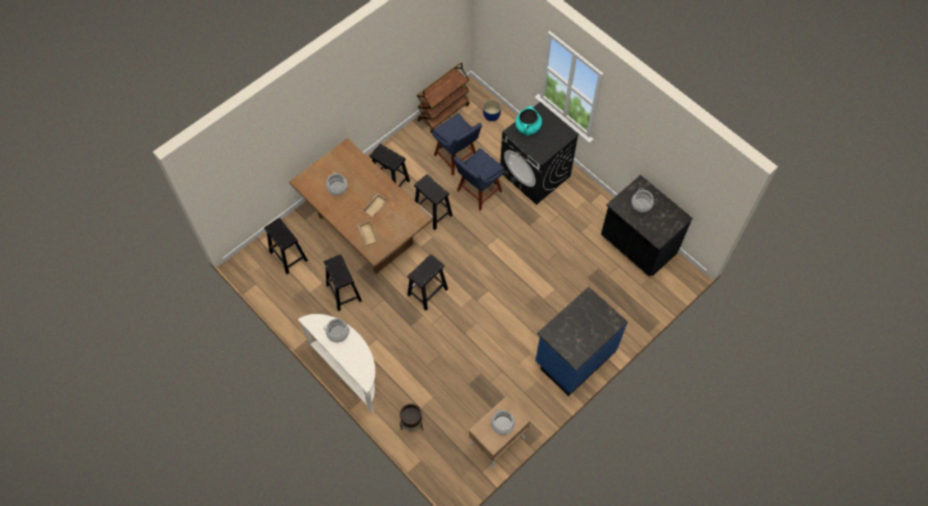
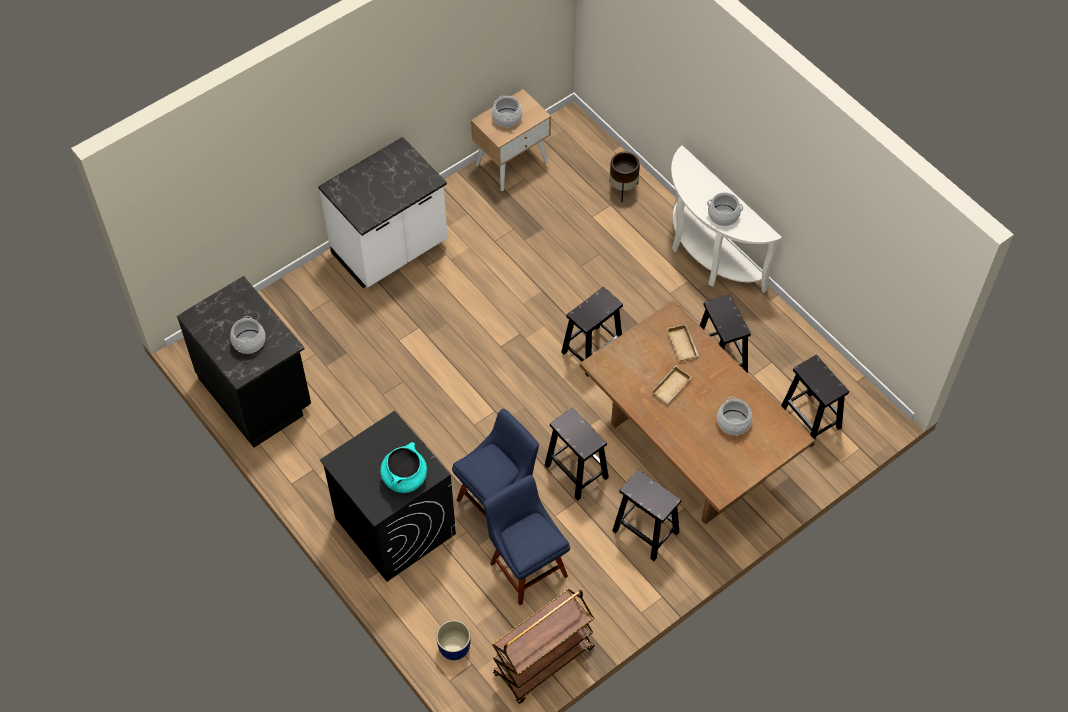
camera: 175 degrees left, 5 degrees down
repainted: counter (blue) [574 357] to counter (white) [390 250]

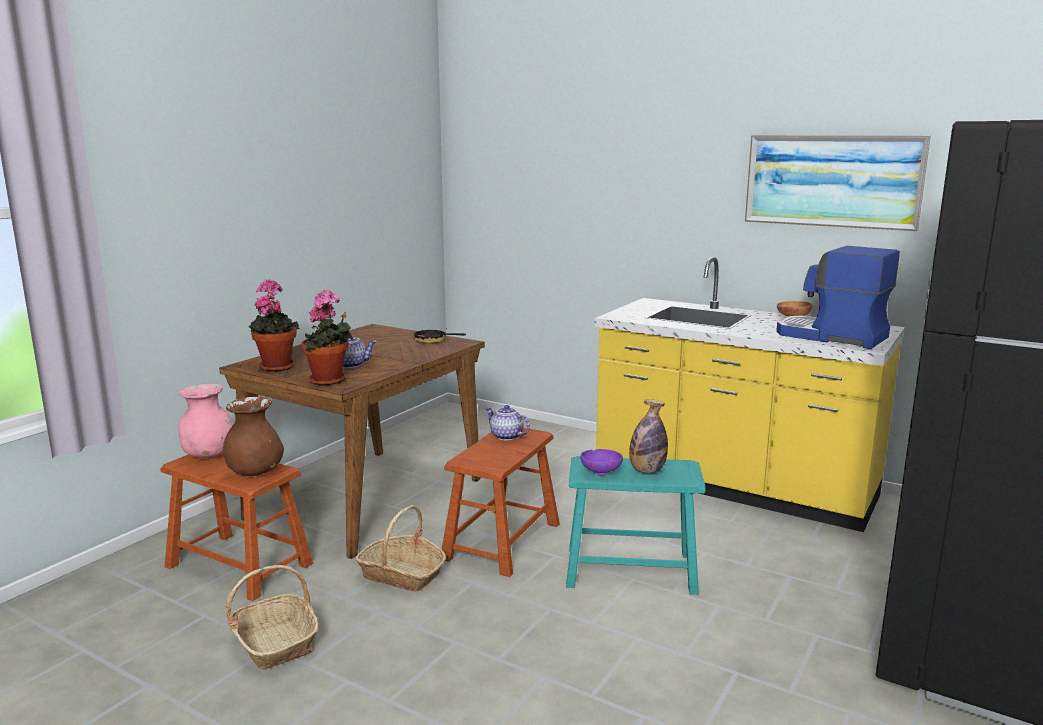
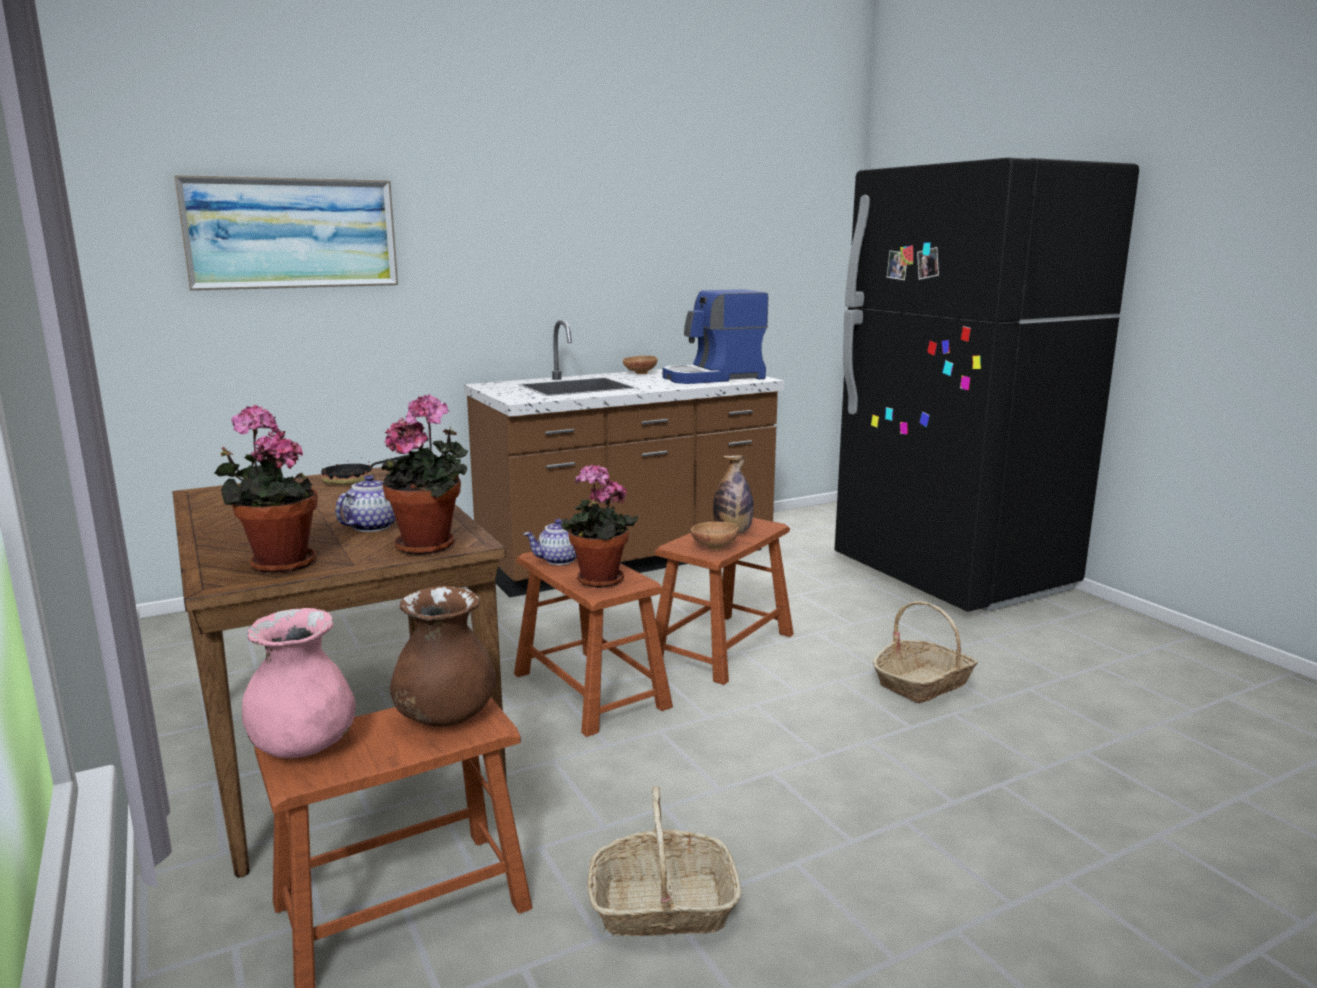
camera: 60 degrees left, 0 degrees up
new: potted plant [598 581]
shifted: wall art [832 181] to [292 233]; storage basket [402 574] to [923 683]
repainted: counter (yellow) [733 486] to counter (brownish) [627 561]; serving bowl (purplish) [601 472] to serving bowl (brownish) [713 547]; sitting stool (turquoise-coloured) [630 569] to sitting stool (brownish) [723 647]

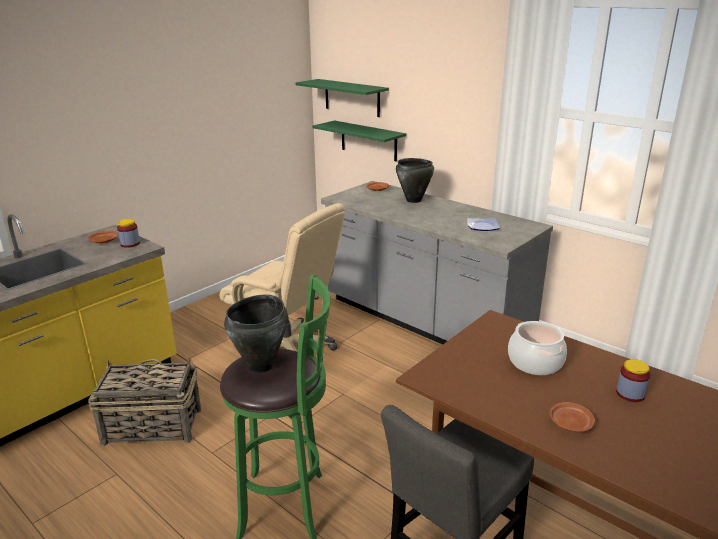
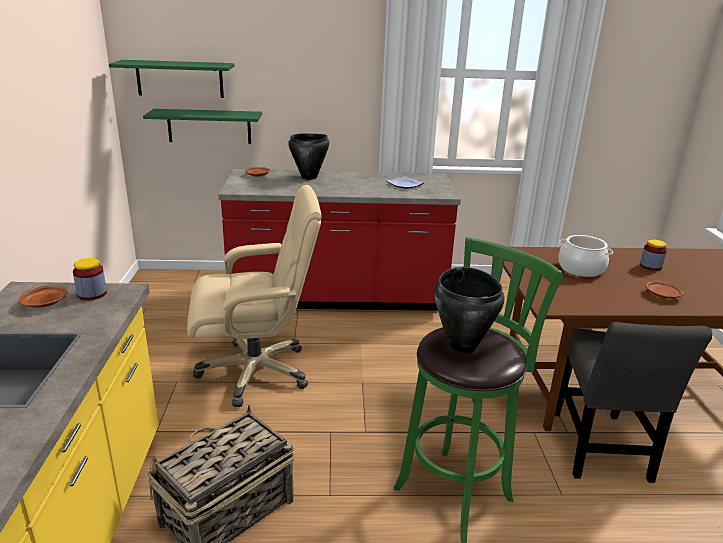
camera: 45 degrees left, 0 degrees up
repainted: counter (grey) [424 322] to counter (reddish) [338 298]

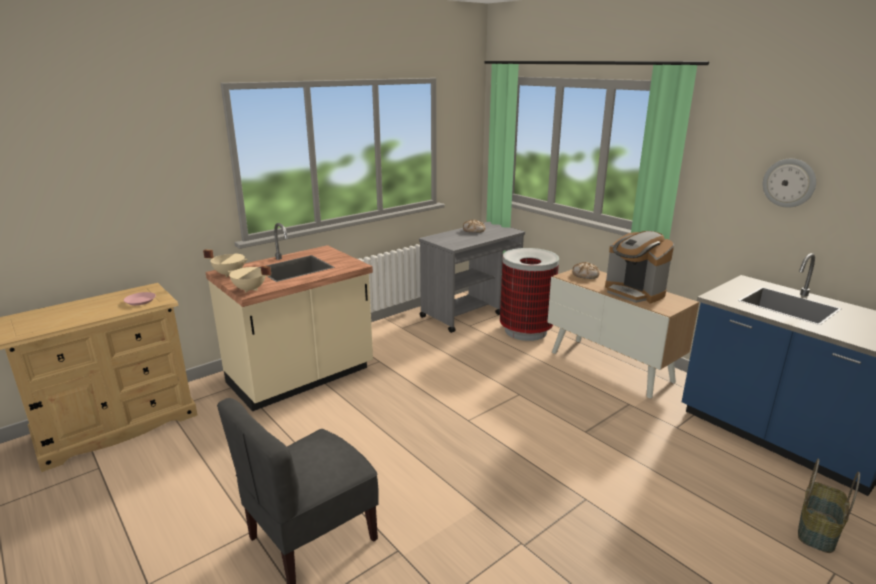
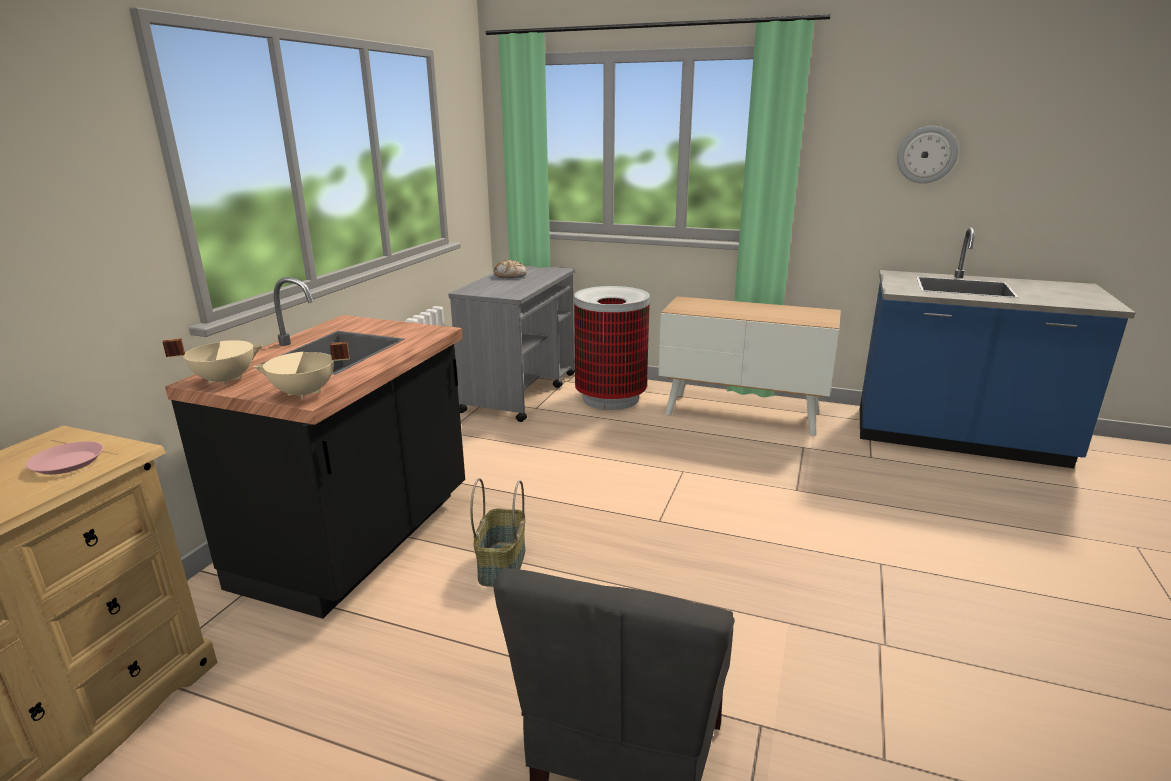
camera: 30 degrees left, 0 degrees up
gone: coffee machine [634 292]; bread [585 275]
shifted: storage basket [816 529] to [501 564]
repainted: counter (beige-coloured) [301 377] to counter (black-coloured) [359 540]

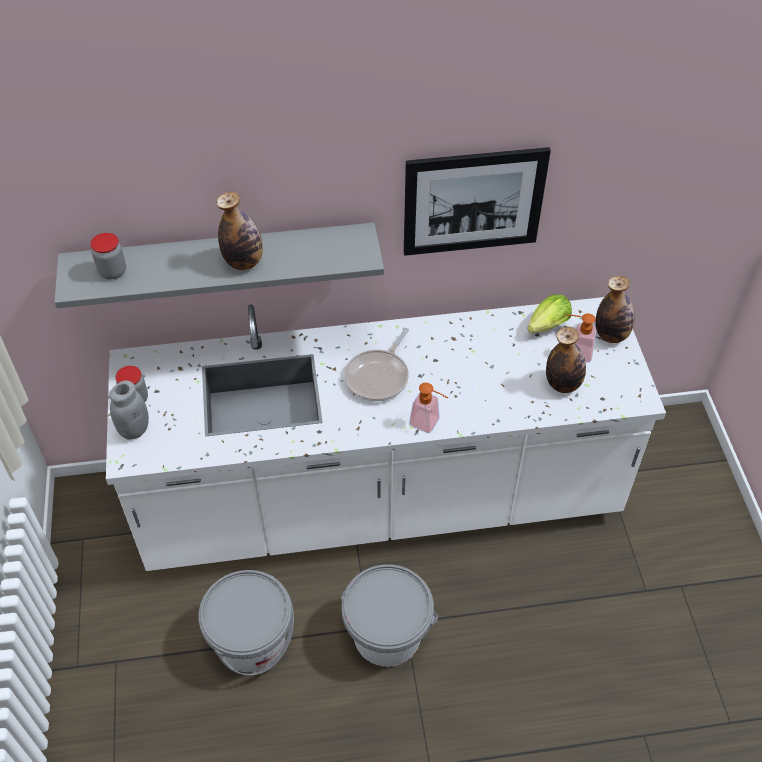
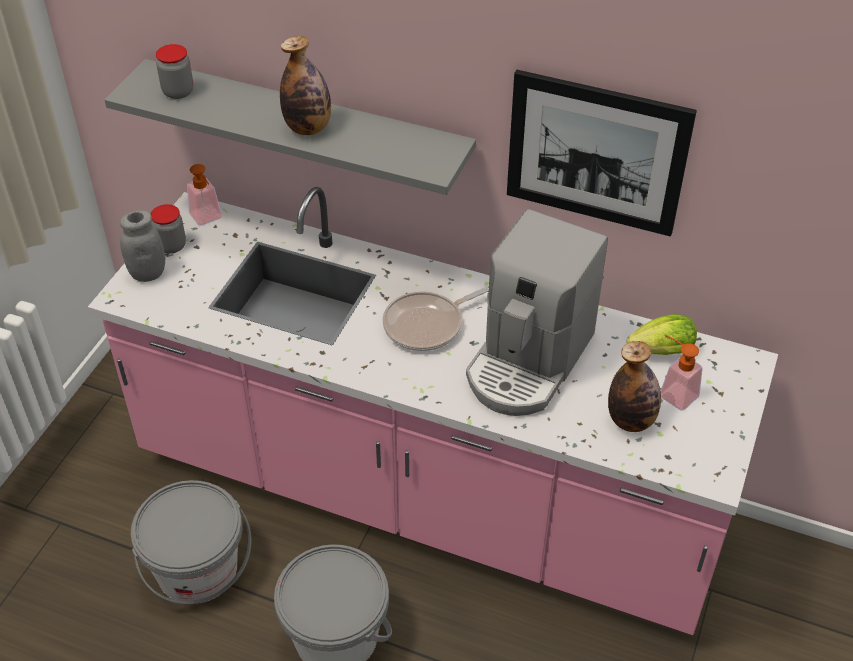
camera: 30 degrees right, 5 degrees down
gone: bottle [611 335]
new: coffee machine [528 361]
shifted: liquid soap bottle [429 424] to [208 219]
repainted: counter (white) [381 501] to counter (pink-coloured) [426 495]

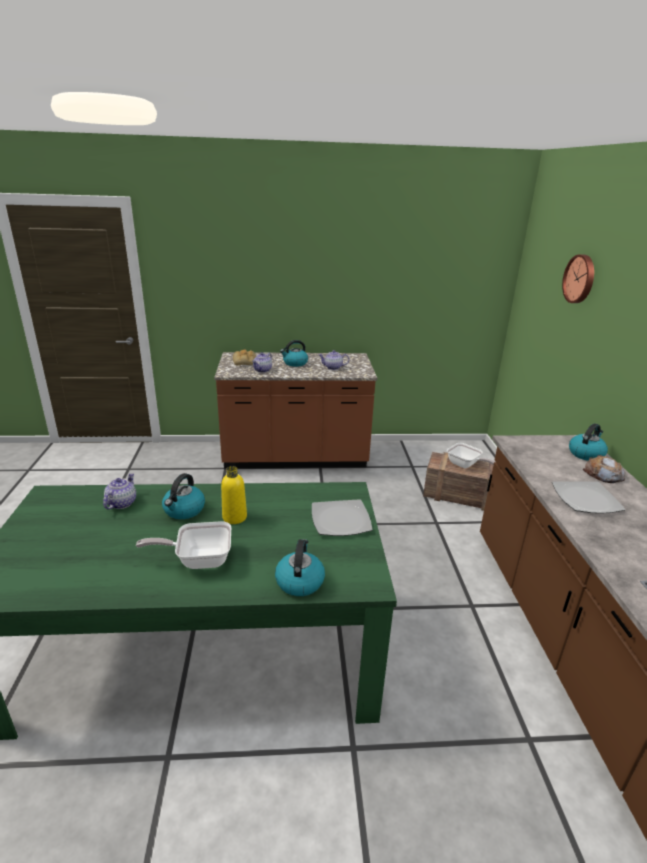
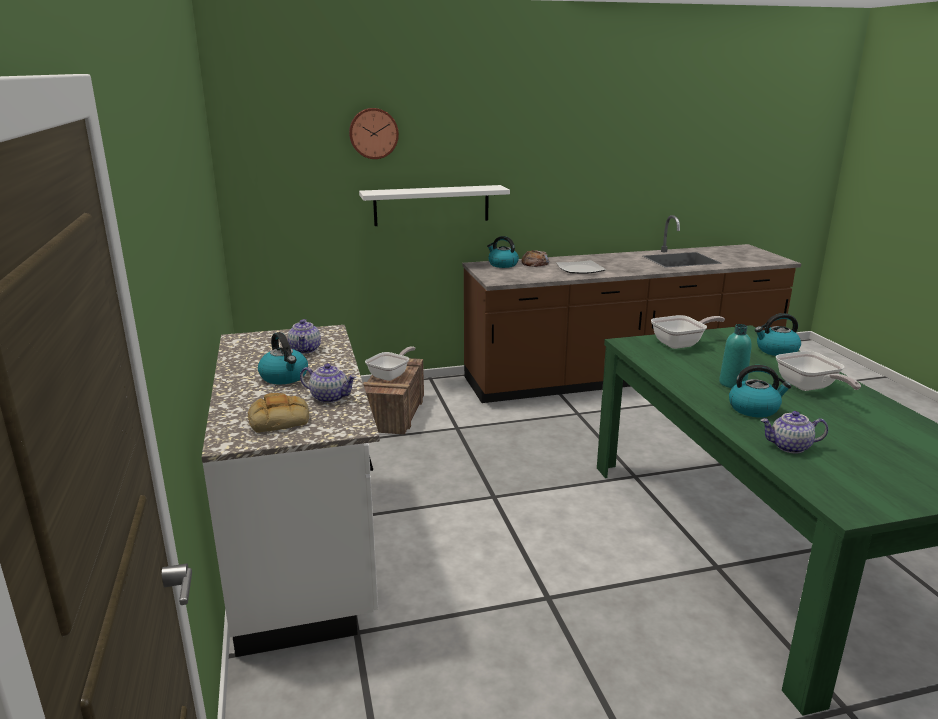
camera: 100 degrees left, 5 degrees down
new: wall shelf (white) [431 205]
swapped: dinner plate [340 520] to pan [681 344]
repainted: counter (brownish) [295 457] to counter (white) [305 549]; bottle (yellow) [234 517] to bottle (turquoise-coloured) [732 383]

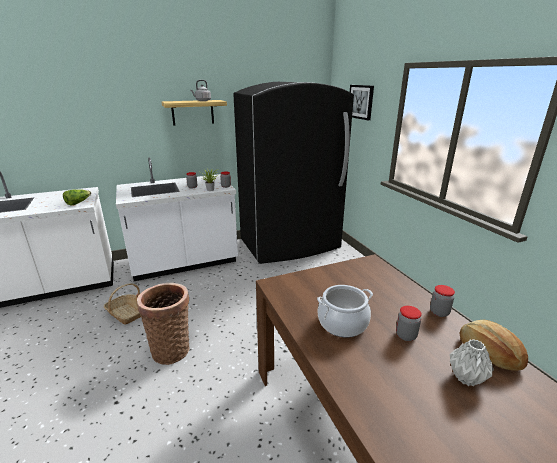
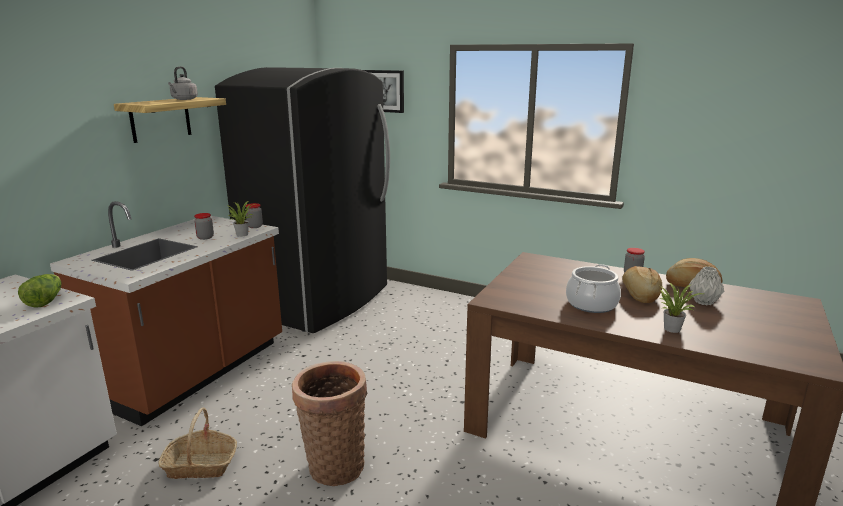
camera: 40 degrees left, 5 degrees down
new: potted plant [671 328]
swapped: jar [406 335] to bread [639 295]
repainted: counter (white) [184 262] to counter (brownish) [194 372]

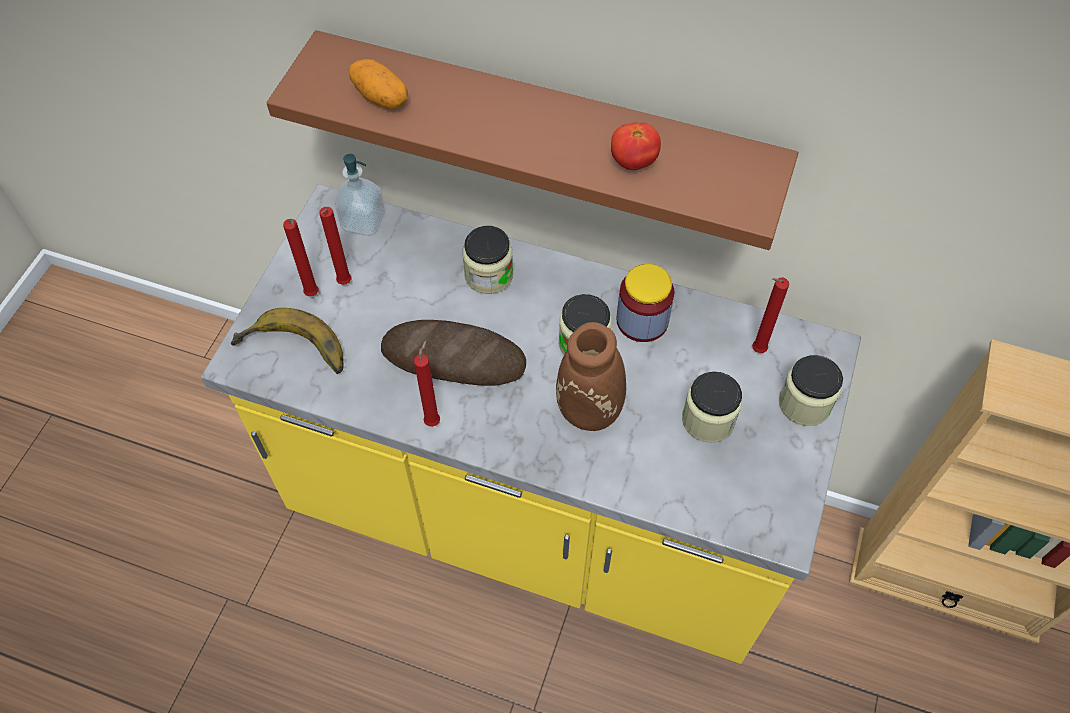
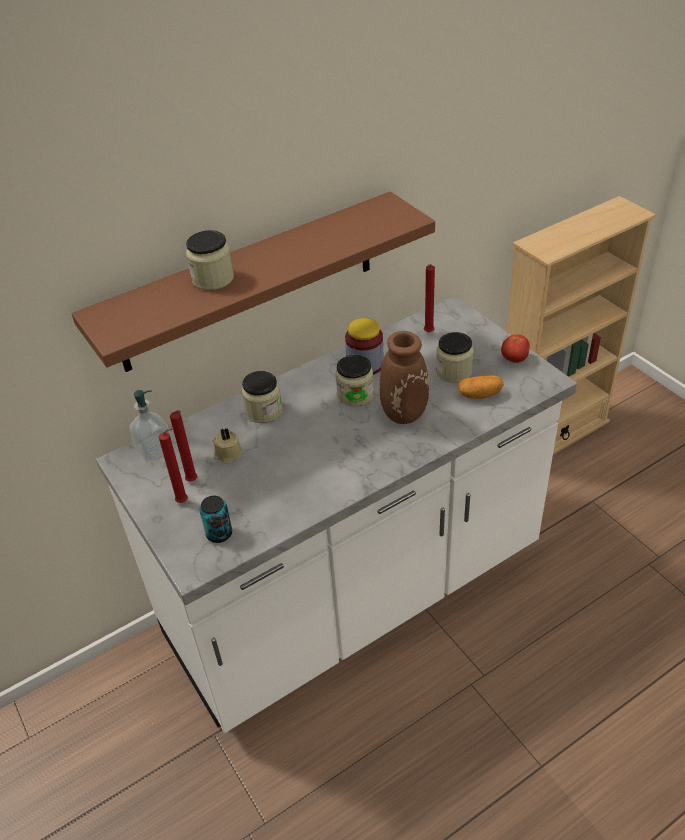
camera: 50 degrees left, 15 degrees down
gone: bread [454 358]; wax light (reddish) [433 420]
new: wax light (beige-coloured) [227 454]
shifted: potato [381 97] to [480 395]; whole tomato [633 162] to [514 359]; jar [804 403] to [213 279]
swapped: whole banana [292 354] to can [219 534]
repainted: counter (yellow) [535 518] to counter (white) [355 597]

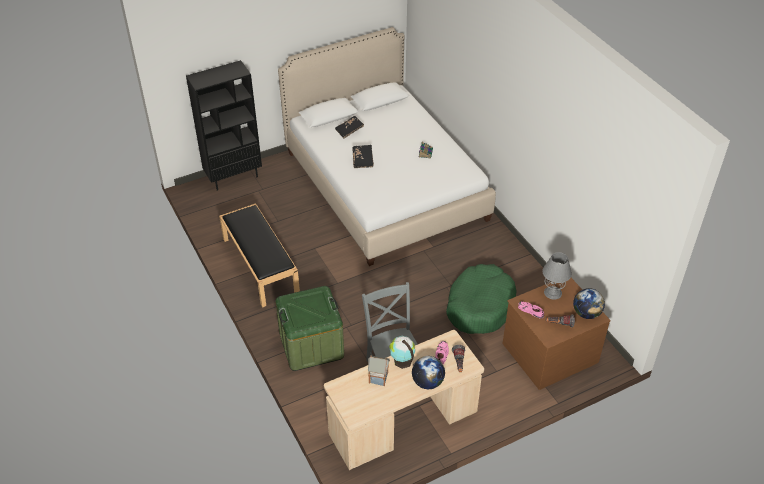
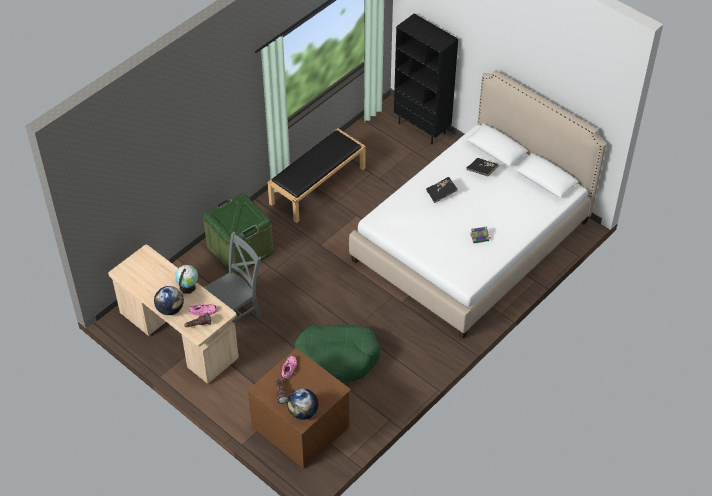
camera: 70 degrees right, 5 degrees up
gone: lamp for a table (grey) [552 293]; toy house [379 378]

